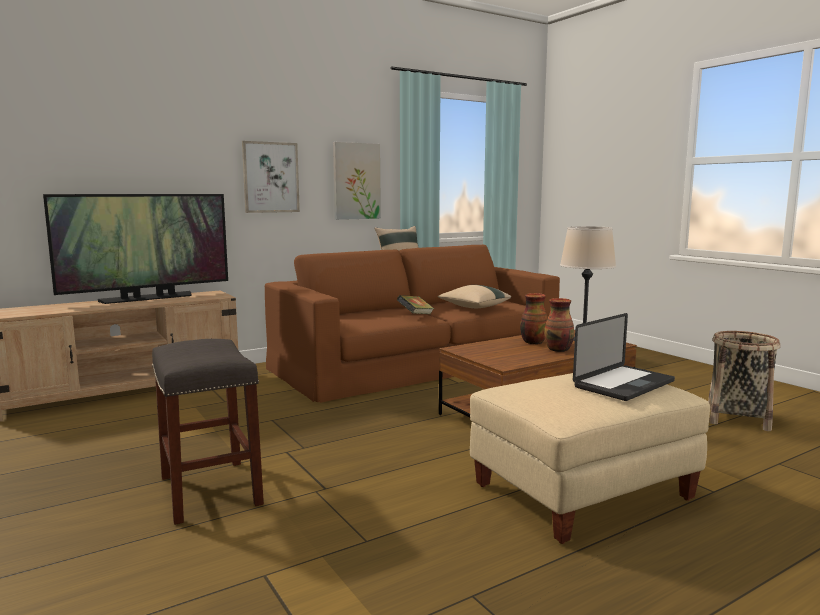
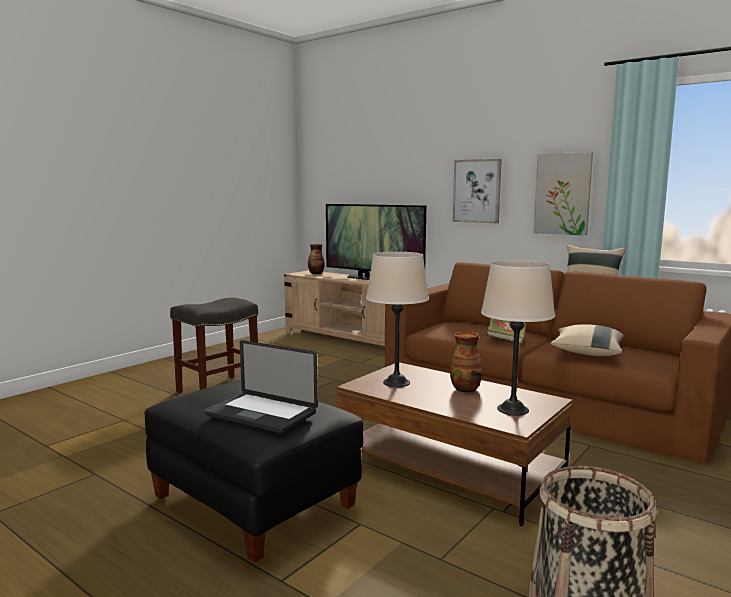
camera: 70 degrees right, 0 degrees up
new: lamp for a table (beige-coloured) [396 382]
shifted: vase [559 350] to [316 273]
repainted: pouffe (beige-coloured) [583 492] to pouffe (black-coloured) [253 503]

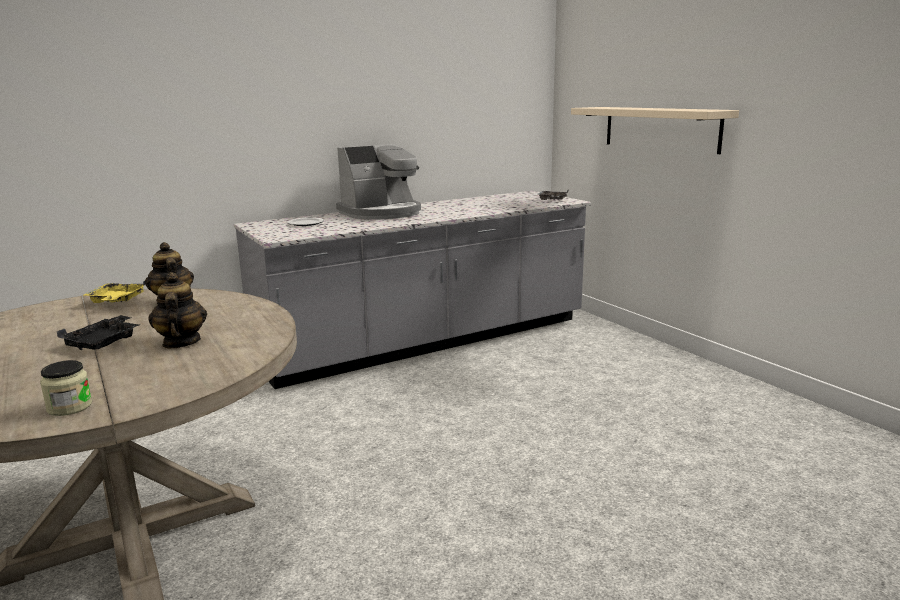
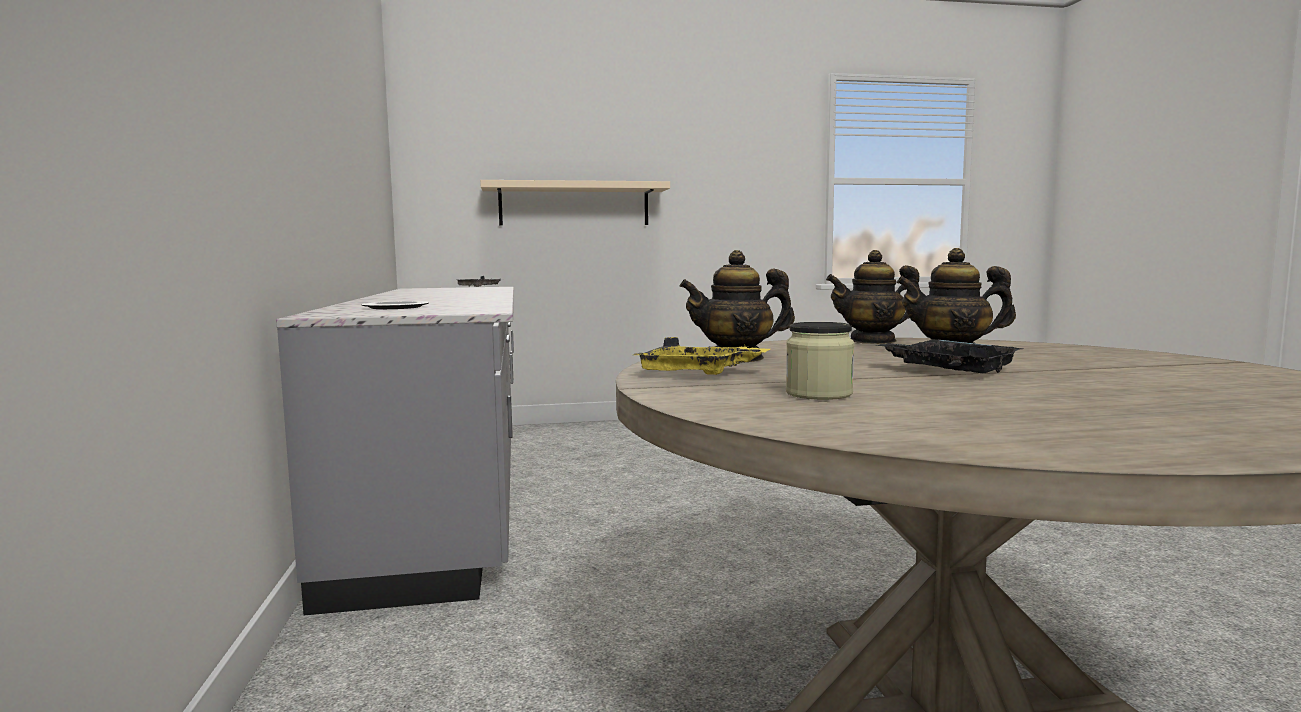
camera: 70 degrees left, 10 degrees down
gone: coffee machine [382 213]
new: teapot [873 341]
shifted: jar [69 407] to [819 394]

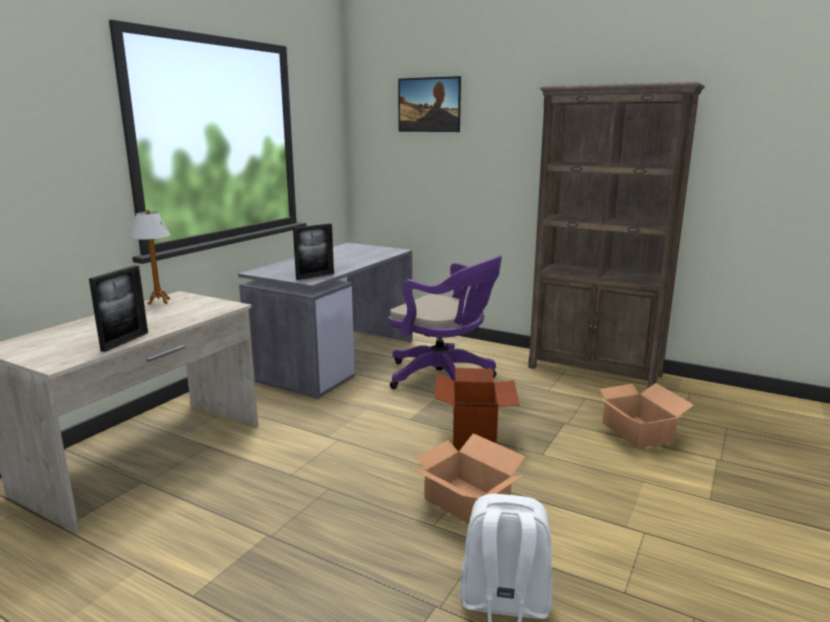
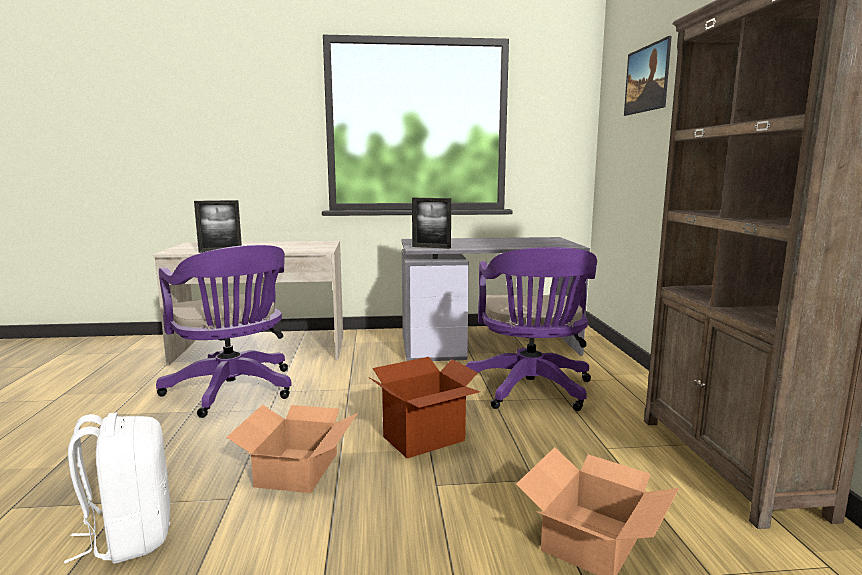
camera: 55 degrees right, 5 degrees down
gone: lamp for a table [158 302]
new: computer chair (purplish) [234 391]

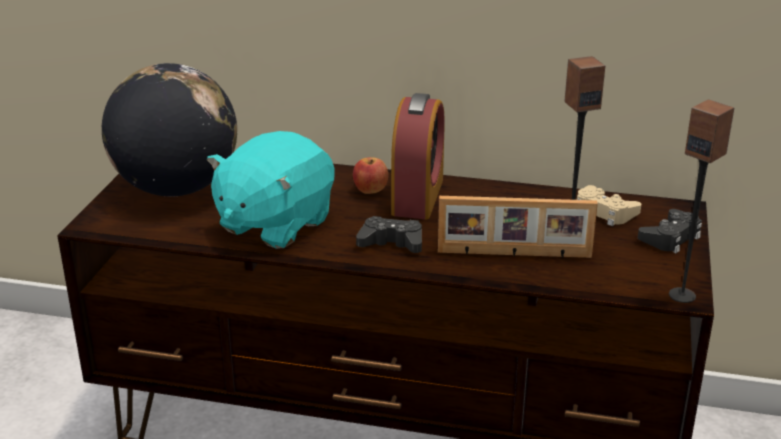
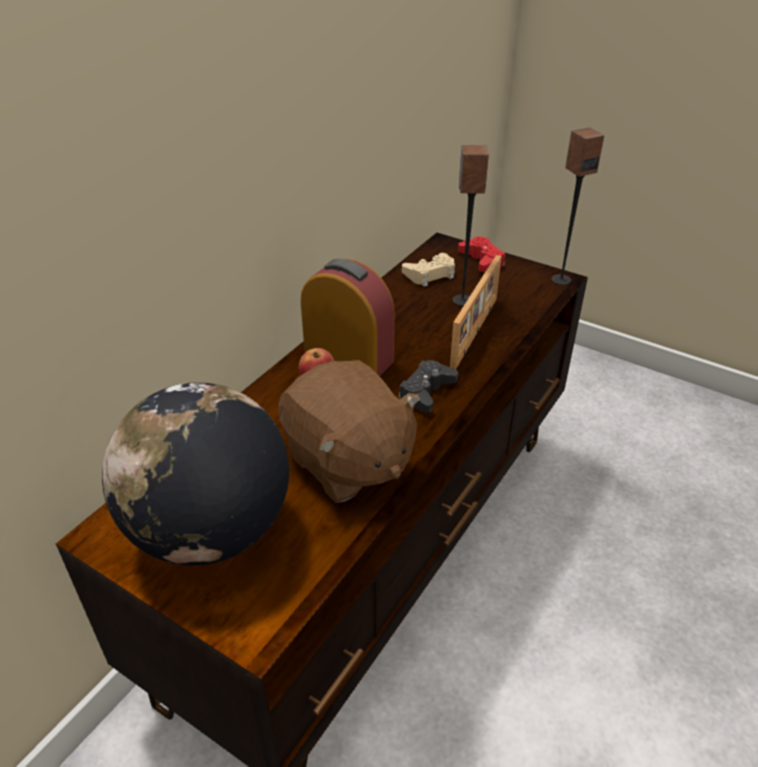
camera: 70 degrees left, 10 degrees up
repainted: plush toy (turquoise-coloured) [274 224] to plush toy (brownish) [348 462]; joypad (black-coloured) [670 237] to joypad (reddish) [482 260]

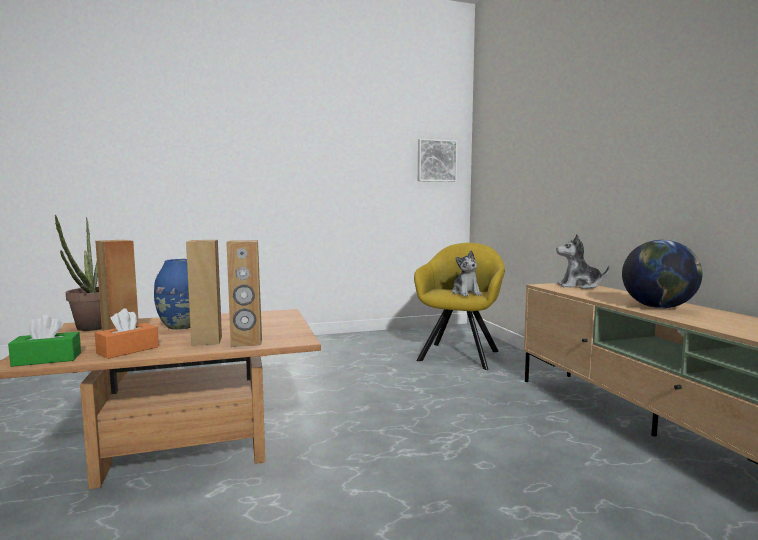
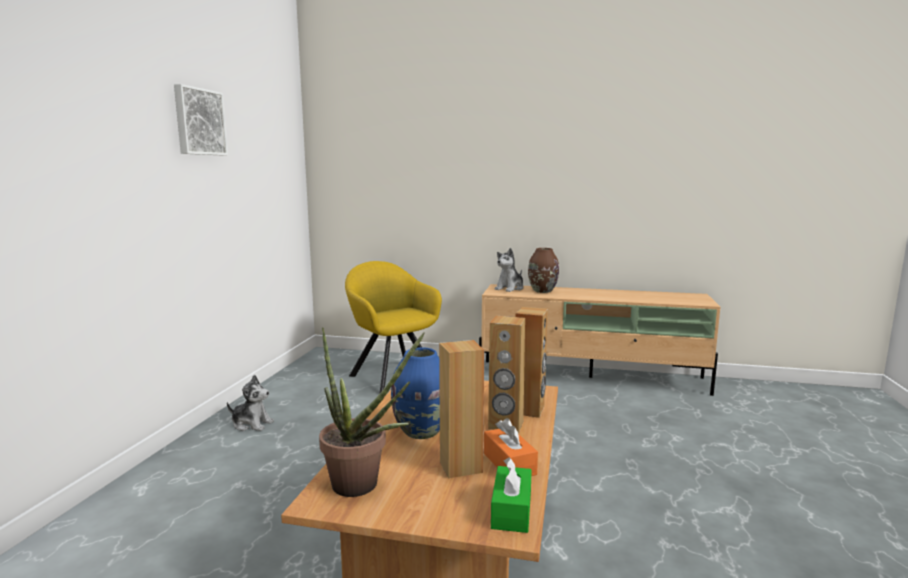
camera: 60 degrees left, 5 degrees up
gone: world globe [658 307]
new: vase (brownish) [542 291]
shifted: wall art [436 161] to [199 122]; plush toy [466 293] to [251 424]

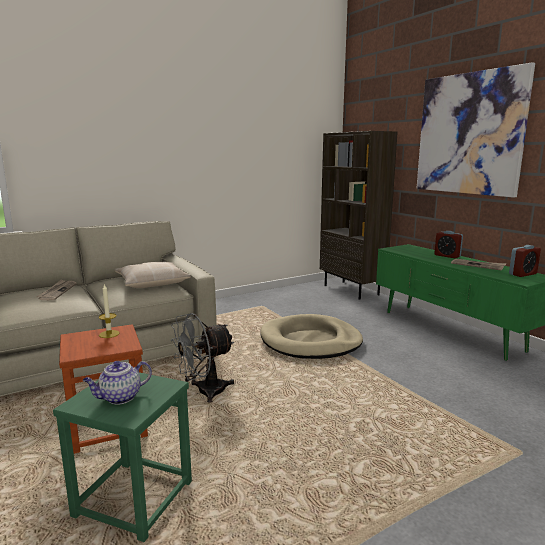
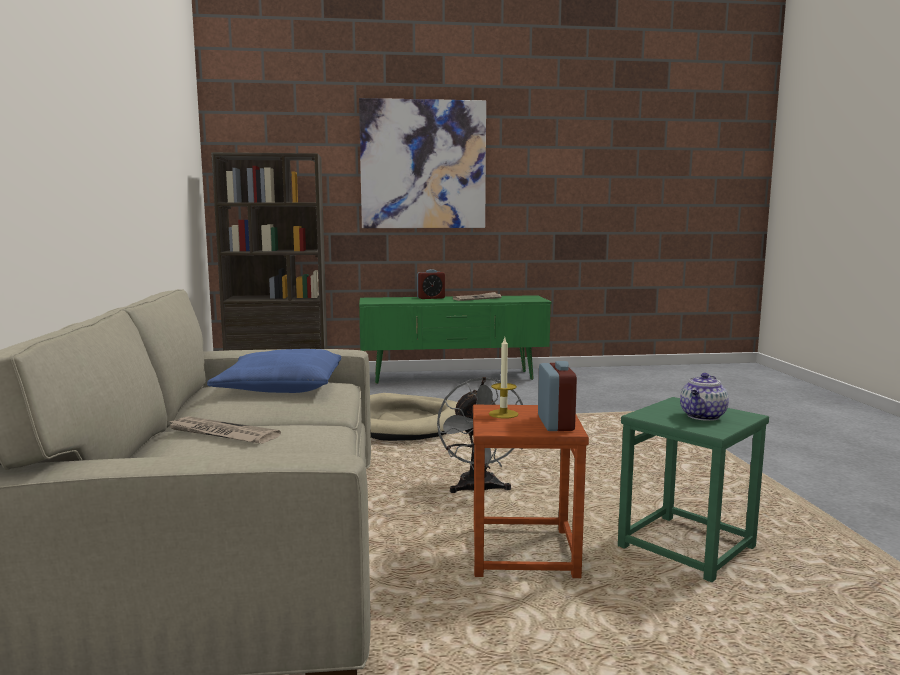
camera: 65 degrees left, 5 degrees down
shifted: bedside clock [522 274] to [555 423]
repainted: pillow (beige-coloured) [152 282] to pillow (blue) [280 386]
rotated: teapot [119 398] = [703 416] 45 degrees clockwise

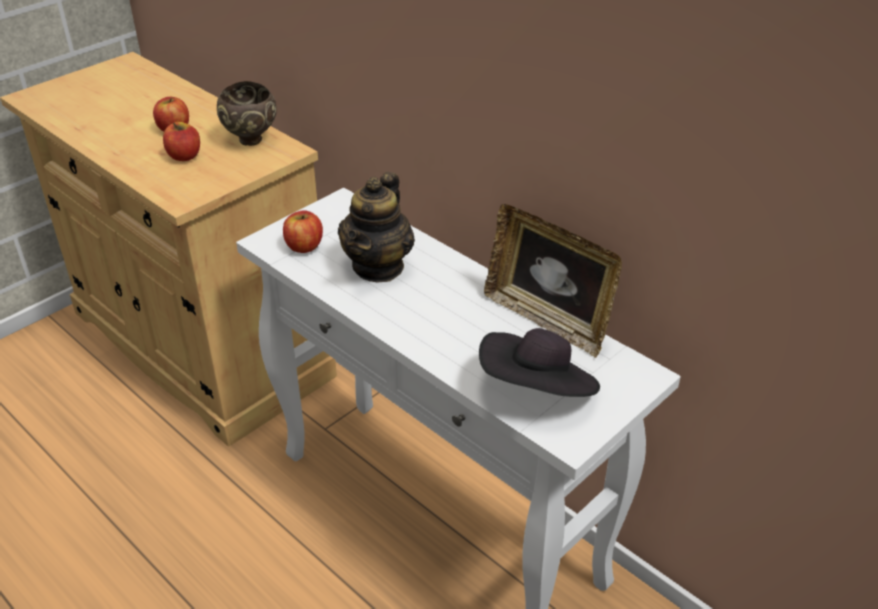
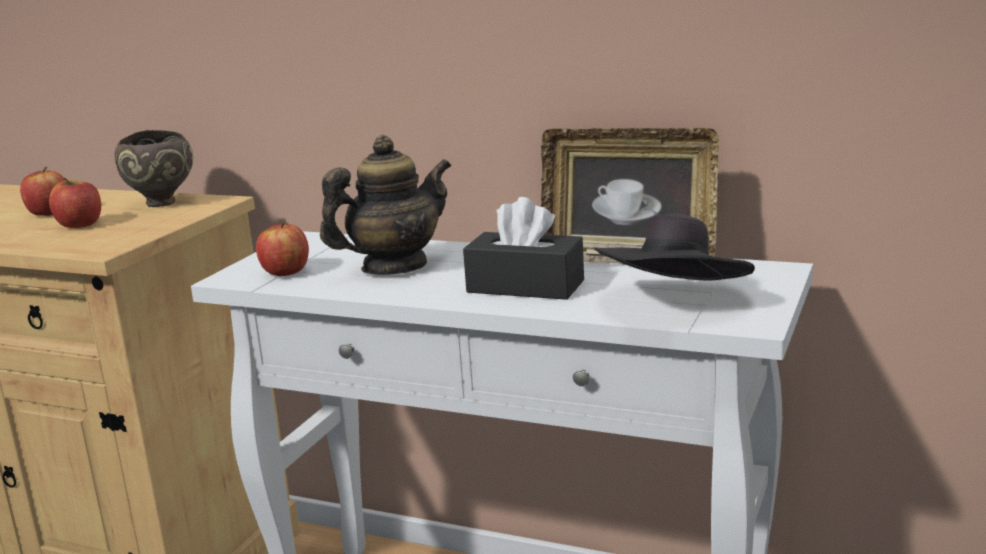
camera: 20 degrees left, 20 degrees down
new: tissue holder (black-coloured) [525 286]
rotated: teapot [378 267] = [394 267] 120 degrees counterclockwise

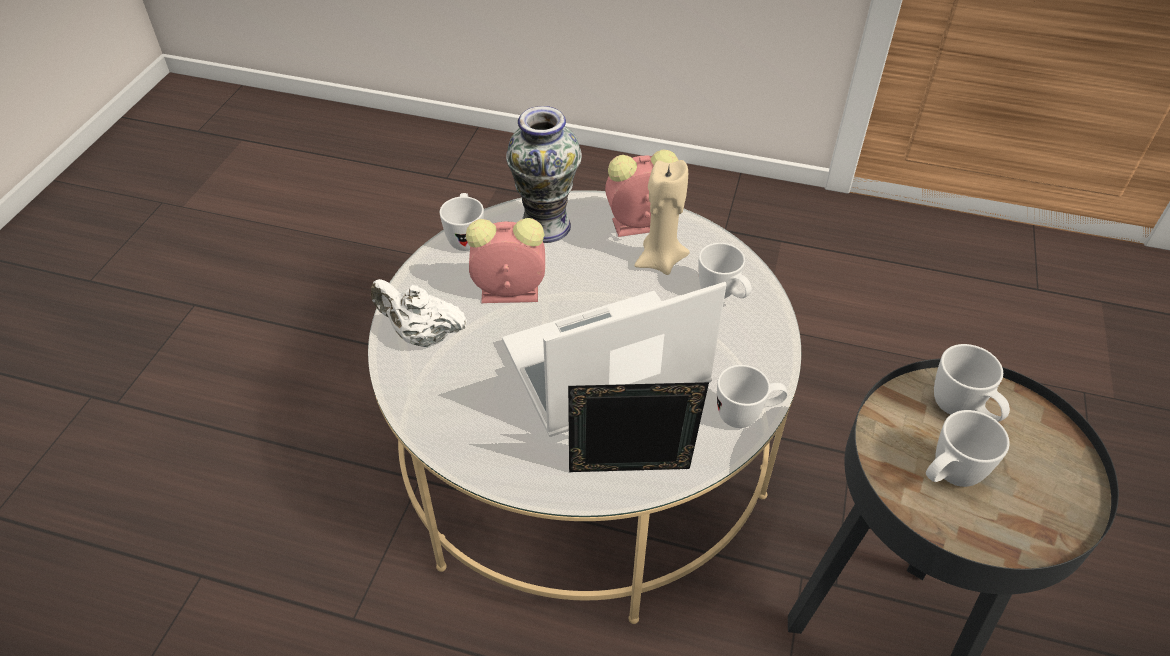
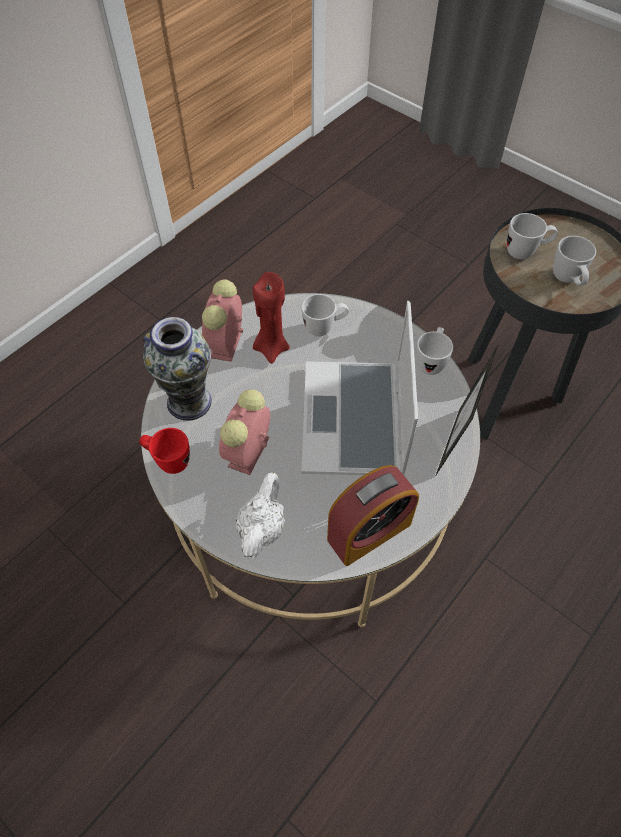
camera: 65 degrees left, 10 degrees up
new: bedside clock [369 531]
repainted: wax light (beige-coloured) [659 261] to wax light (reddish) [271 348]; tea mug (white) [465 237] to tea mug (reddish) [168 461]
rotated: teapot (white) [422 335] = [262 528] 150 degrees clockwise

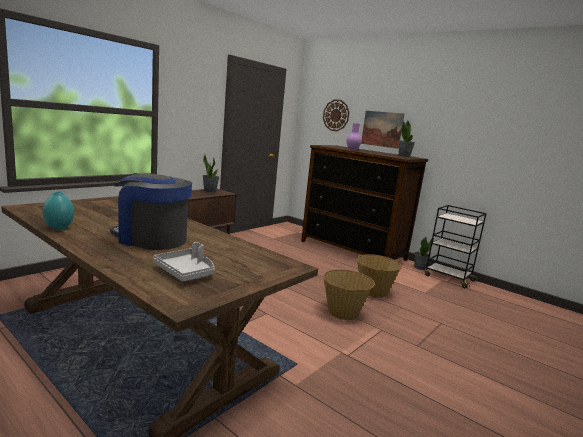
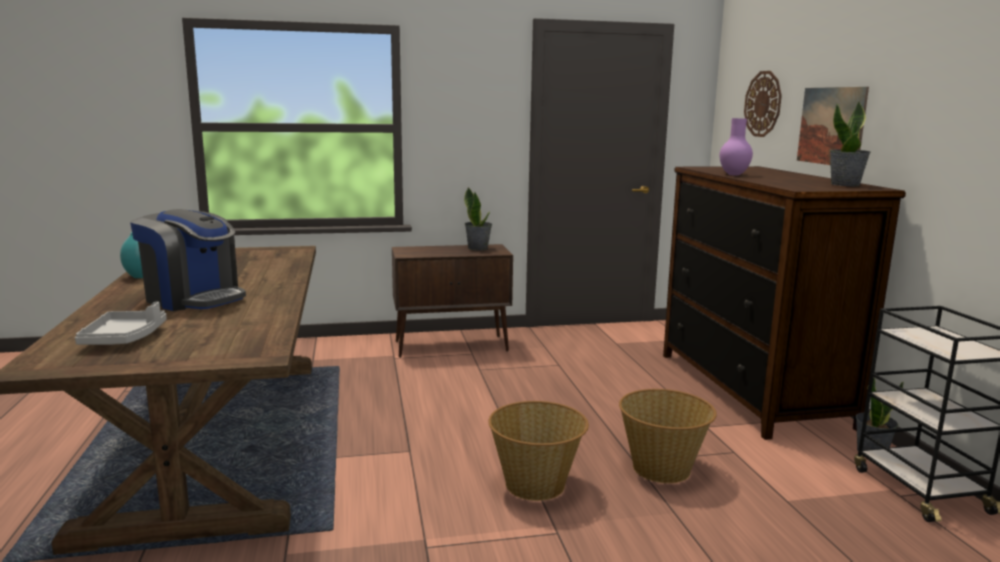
camera: 40 degrees right, 0 degrees up
rotated: coffee machine [151 239] = [194 298] 150 degrees clockwise

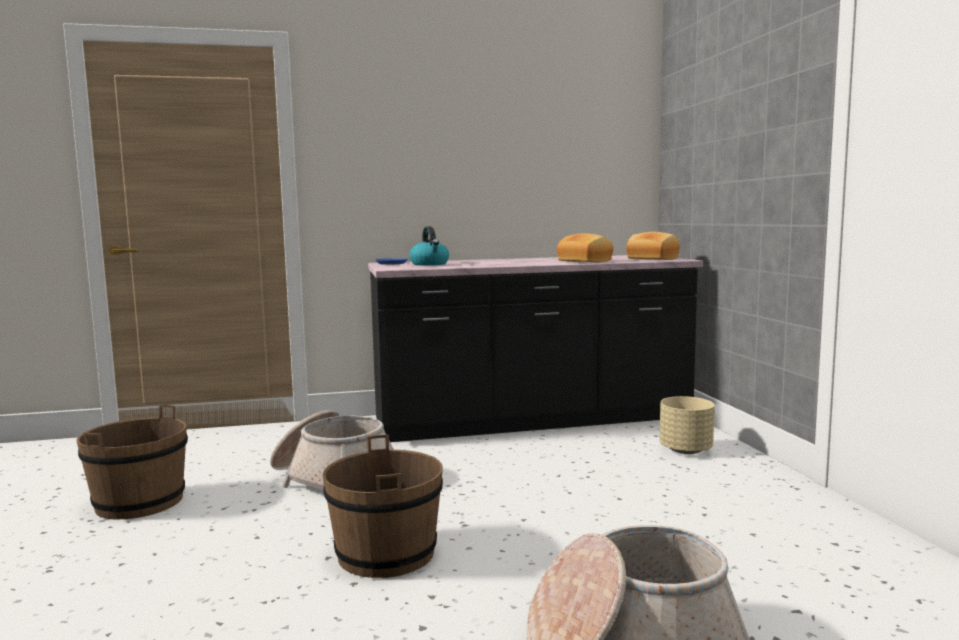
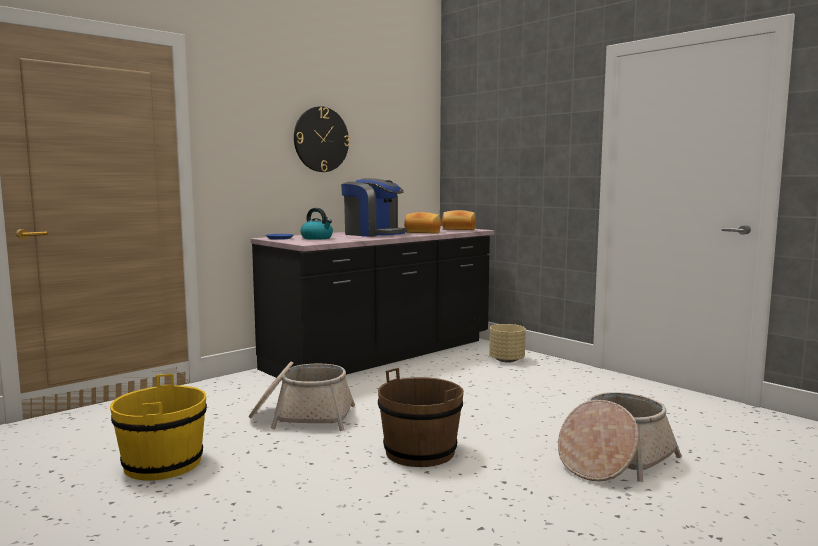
camera: 30 degrees left, 0 degrees up
new: hanging clock [321 139]; coffee machine [373 234]
repainted: pail (brownish) [140 503] to pail (yellow) [163 464]

